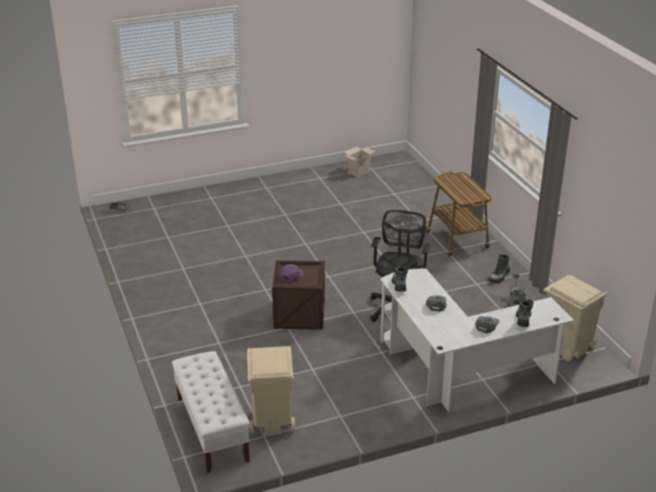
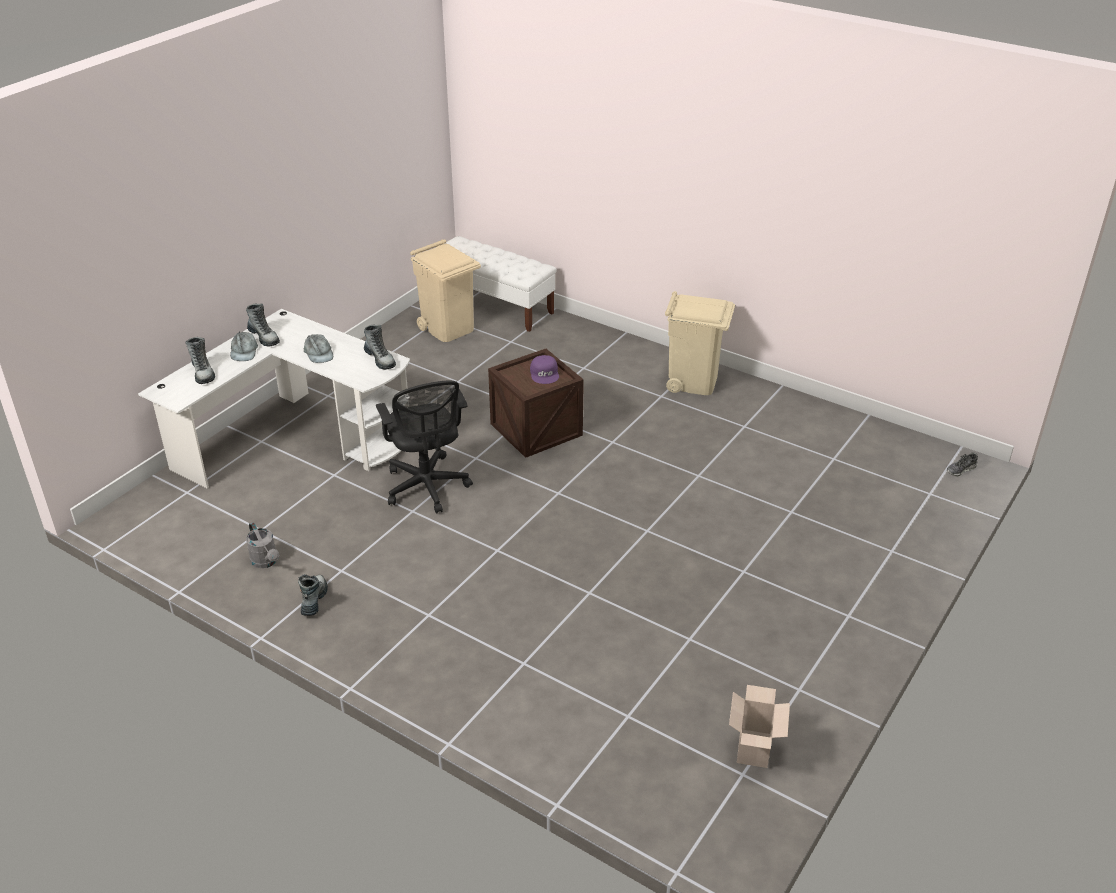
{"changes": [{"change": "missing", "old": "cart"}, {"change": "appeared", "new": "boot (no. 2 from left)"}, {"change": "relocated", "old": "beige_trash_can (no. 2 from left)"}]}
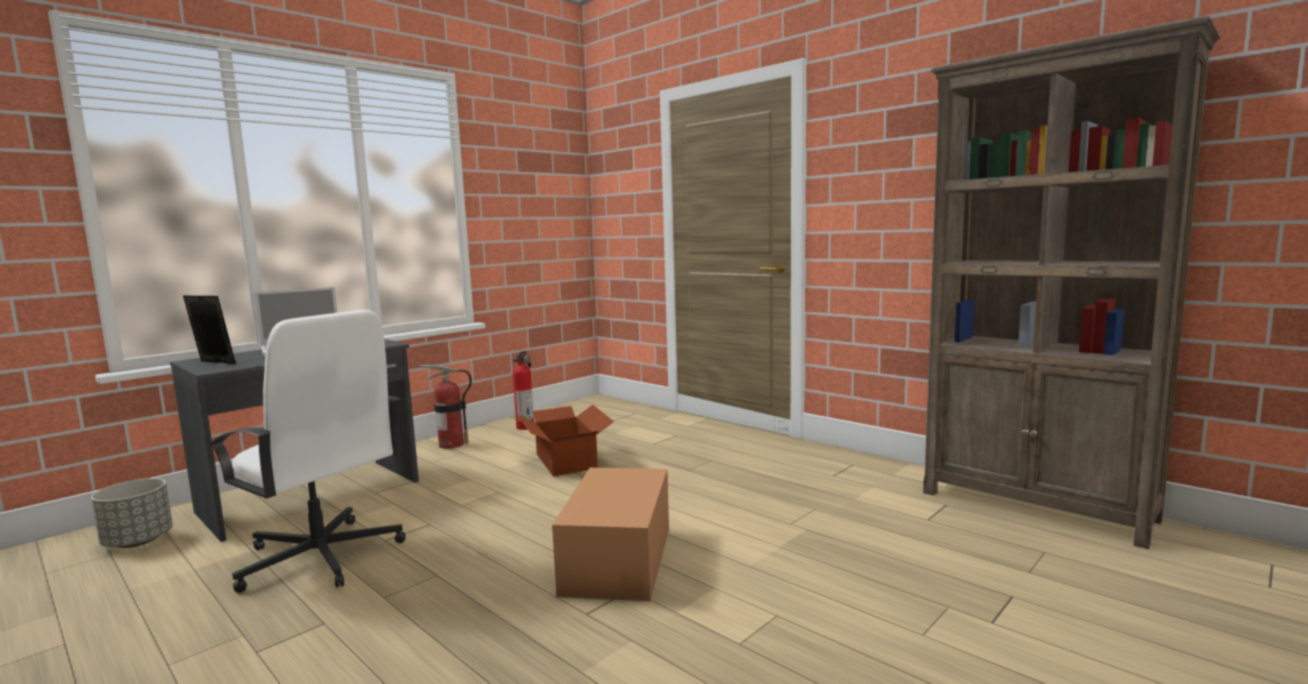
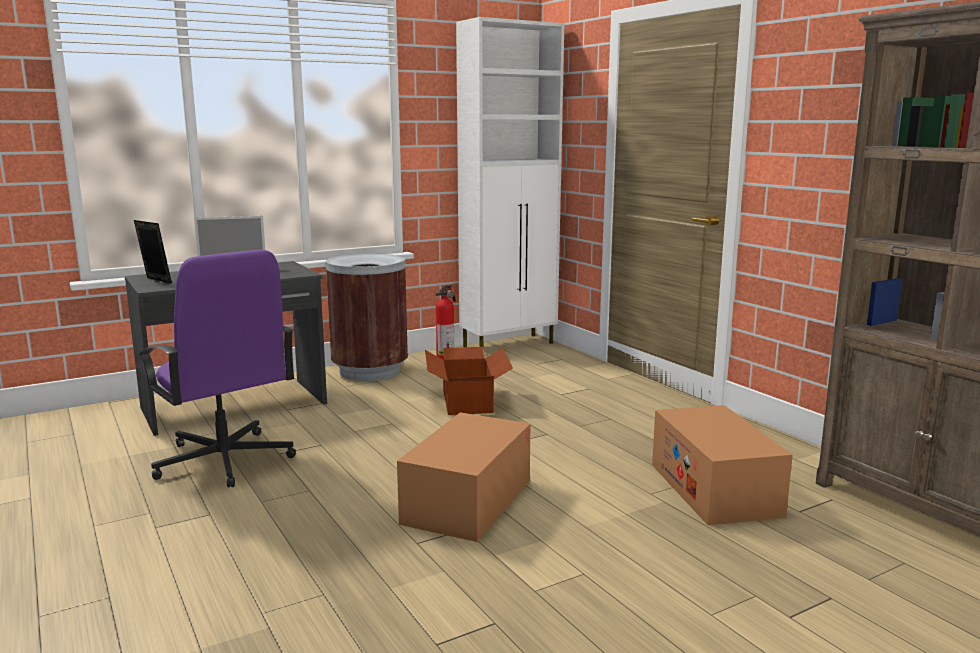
{"changes": [{"change": "missing", "old": "grey_planter"}, {"change": "appeared", "new": "white_cabinet"}, {"change": "appeared", "new": "cardboard_box (no. 3 from left)"}, {"change": "exchanged", "old": "fire_extinguisher (no. 1 from left)", "new": "brown_trash_can"}, {"change": "colour", "old": "white_office_chair", "new": "purple_office_chair"}]}
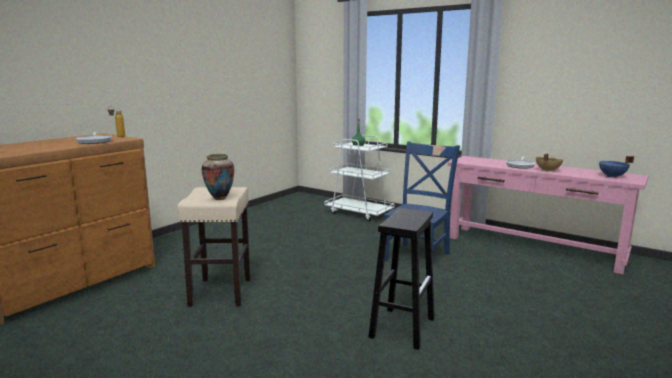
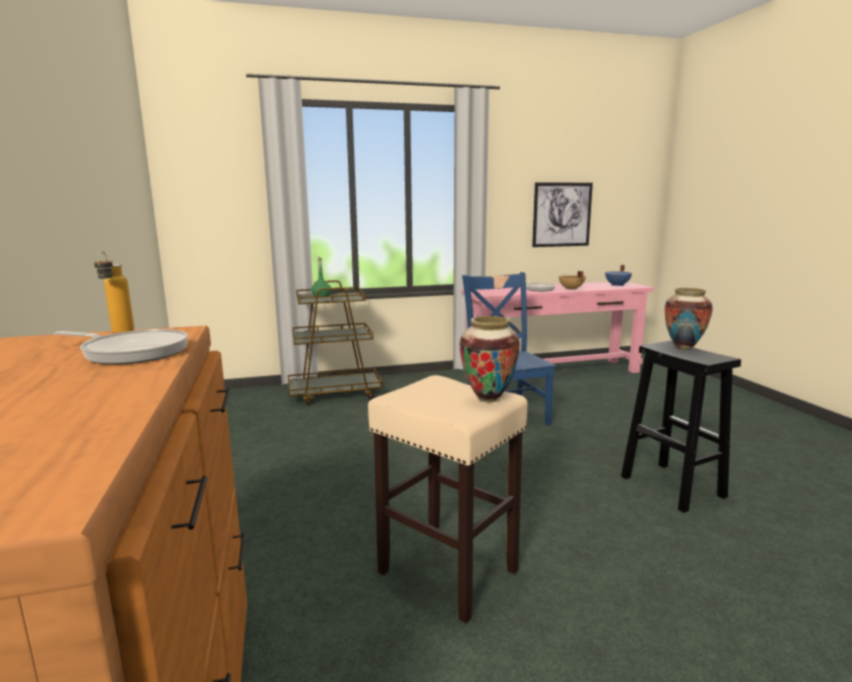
{"changes": [{"change": "appeared", "new": "picture"}, {"change": "appeared", "new": "vase (no. 2 from left)"}, {"change": "colour", "old": "white_cart", "new": "brown_cart"}]}
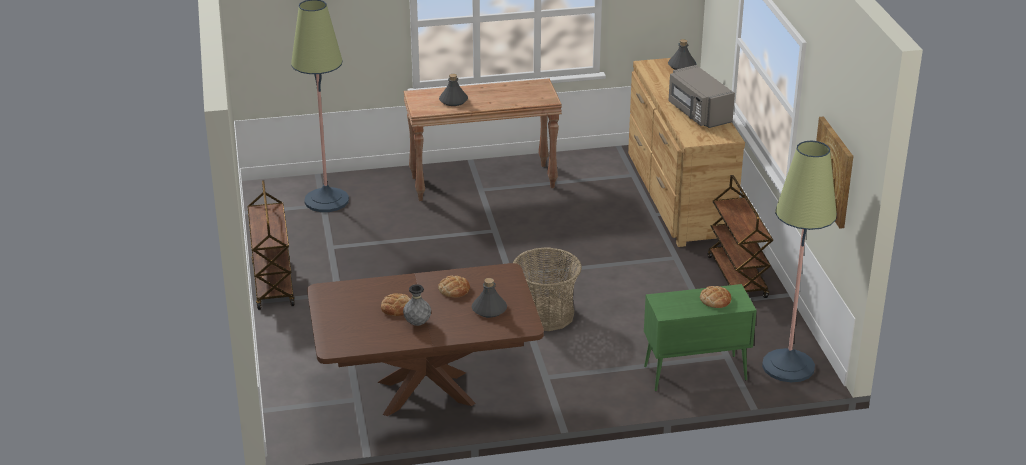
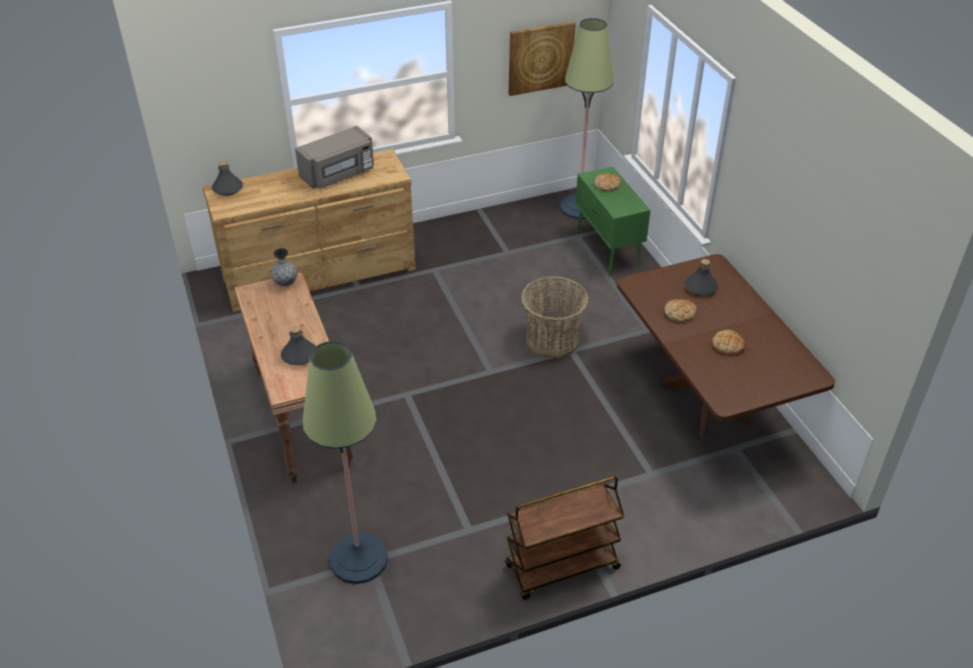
{"changes": [{"change": "missing", "old": "brown_cart (no. 2 from left)"}, {"change": "relocated", "old": "grey_vase"}]}
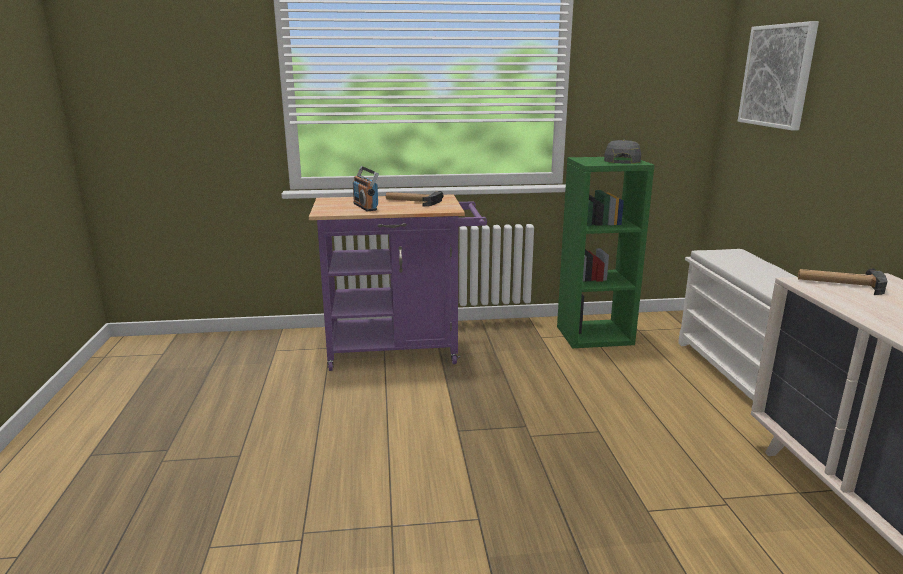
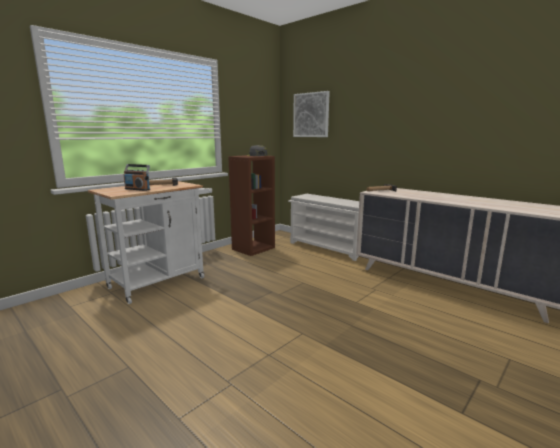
{"changes": [{"change": "colour", "old": "purple_cart", "new": "white_cart"}, {"change": "colour", "old": "green_bookcase", "new": "brown_bookcase"}]}
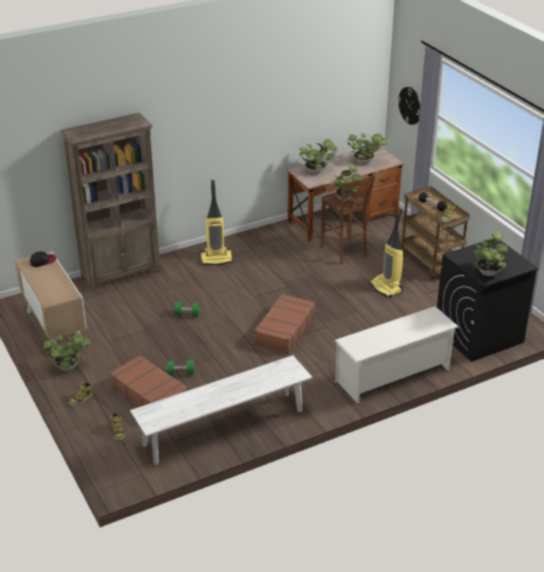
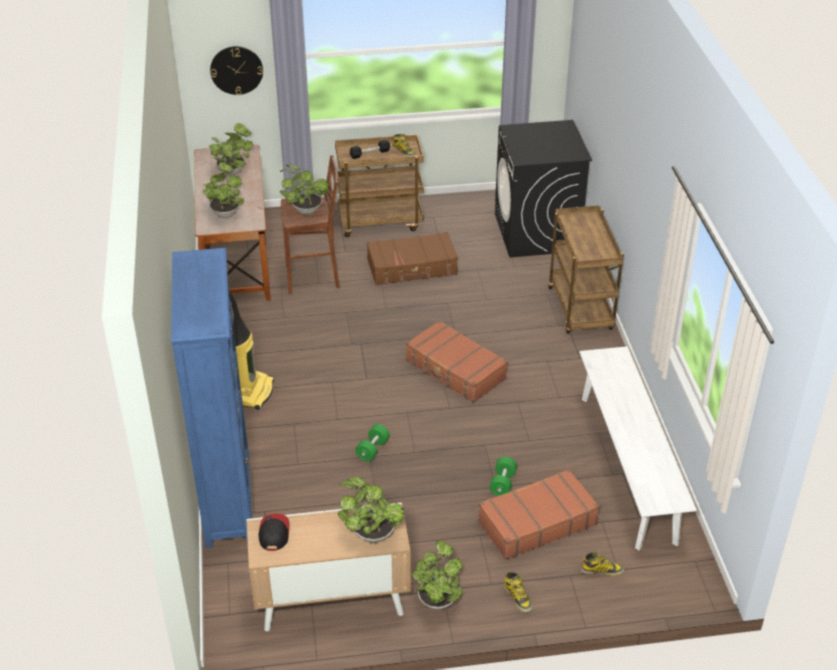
{"changes": [{"change": "relocated", "old": "potted_plant (no. 5 from left in the first image)", "new": "potted_plant (no. 4 from left)"}, {"change": "exchanged", "old": "white_shoe_rack", "new": "brown_cart (no. 2 from left)"}, {"change": "exchanged", "old": "vacuum_cleaner (no. 2 from left)", "new": "brown_suitcase (no. 1 from left)"}, {"change": "colour", "old": "brown_bookcase", "new": "blue_bookcase"}]}
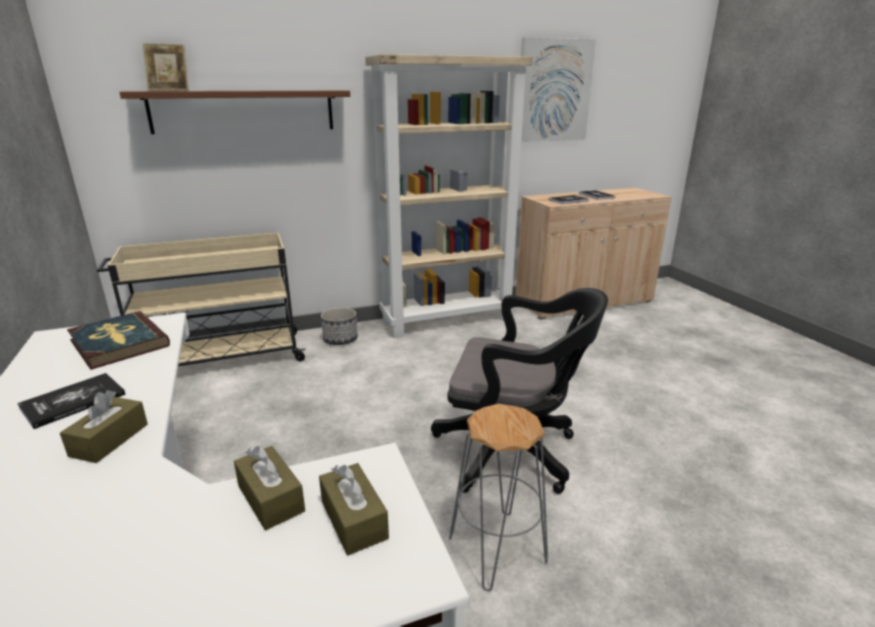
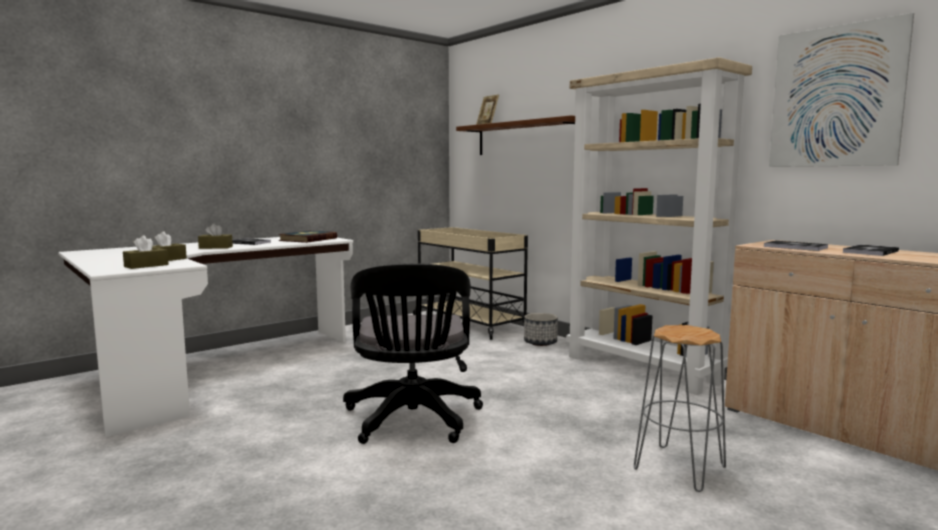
{"changes": [{"change": "relocated", "old": "grey_stool"}]}
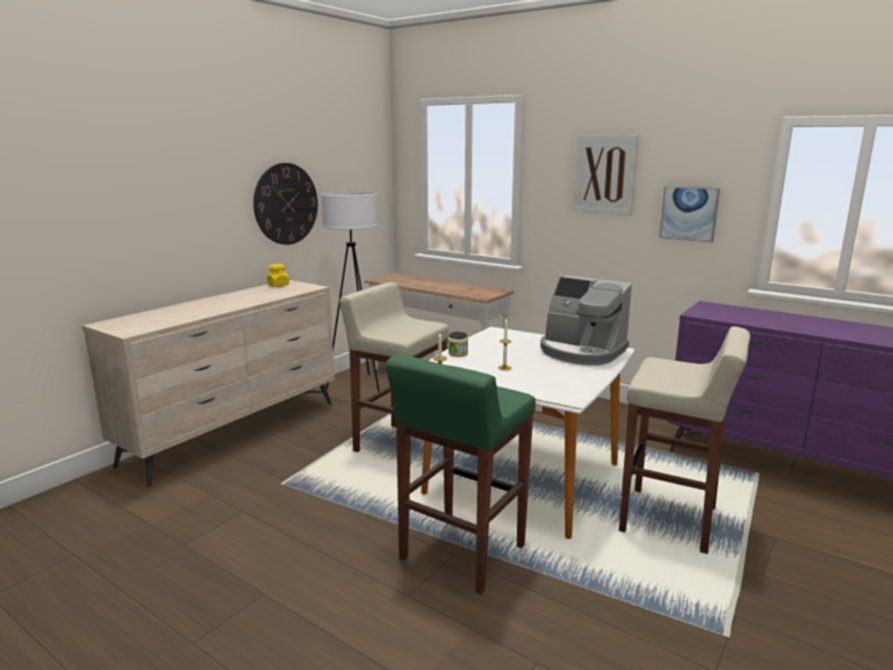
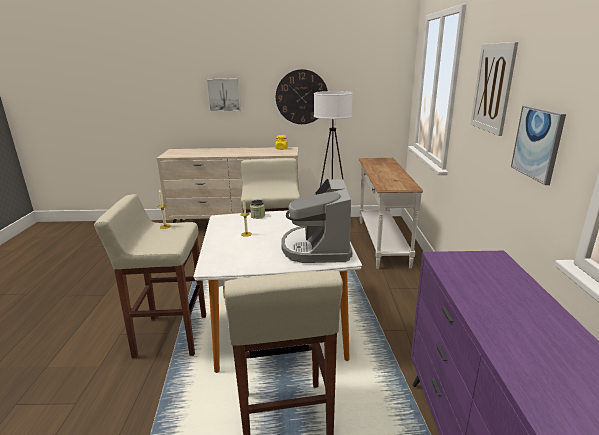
{"changes": [{"change": "appeared", "new": "picture (no. 1 from left)"}, {"change": "colour", "old": "green_stool", "new": "beige_stool (no. 1 from left)"}]}
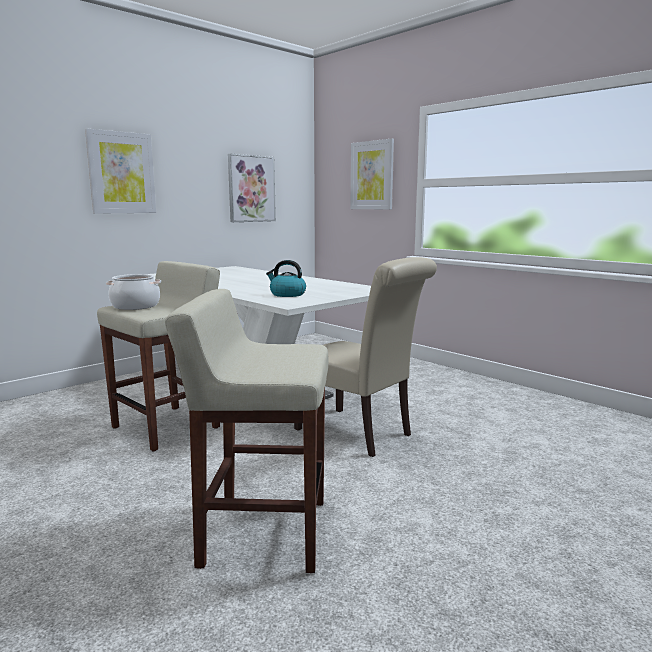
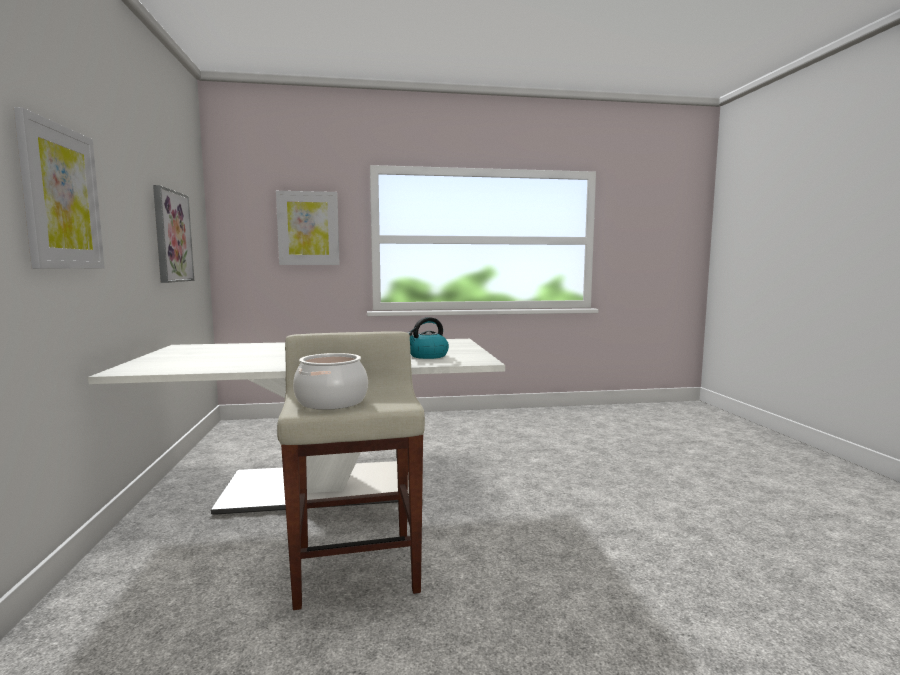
{"changes": [{"change": "missing", "old": "beige_stool (no. 2 from left)"}, {"change": "missing", "old": "beige_chair"}]}
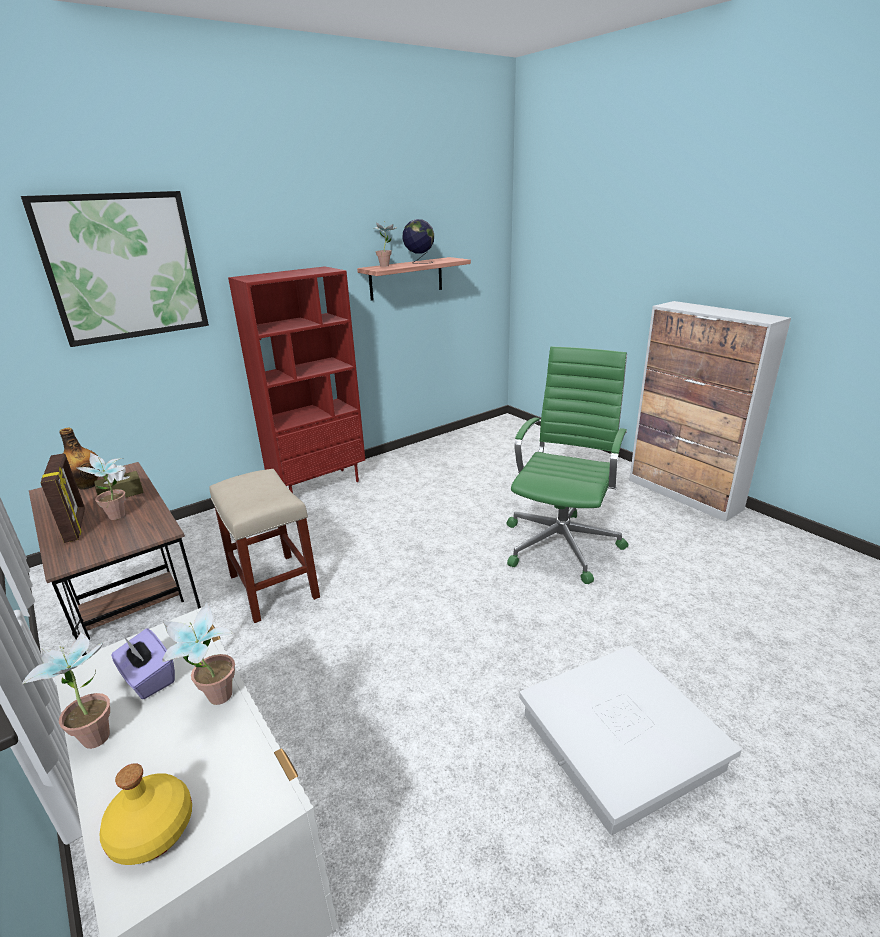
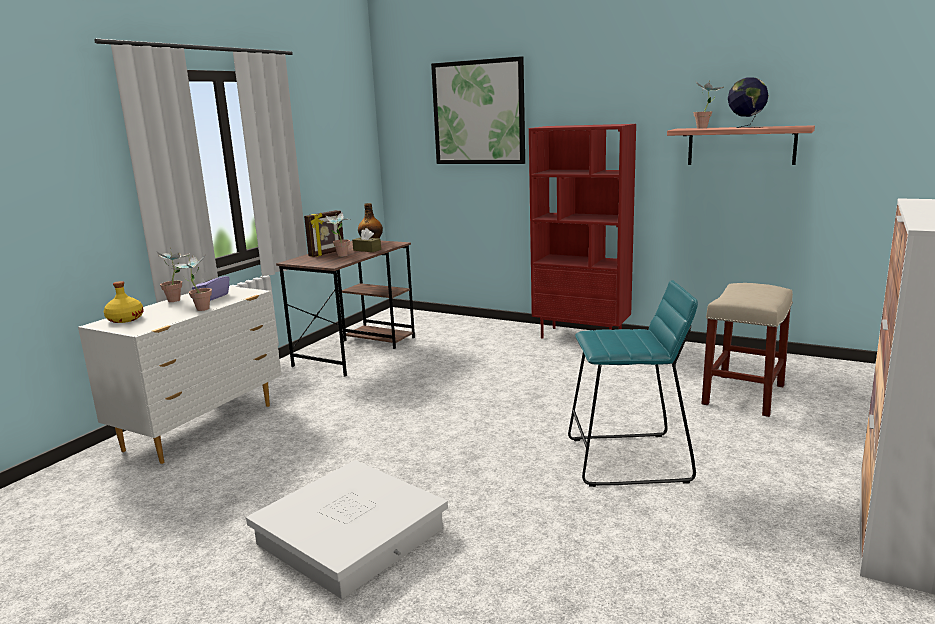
{"changes": [{"change": "relocated", "old": "beige_stool"}, {"change": "exchanged", "old": "green_office_chair", "new": "turquoise_stool"}]}
